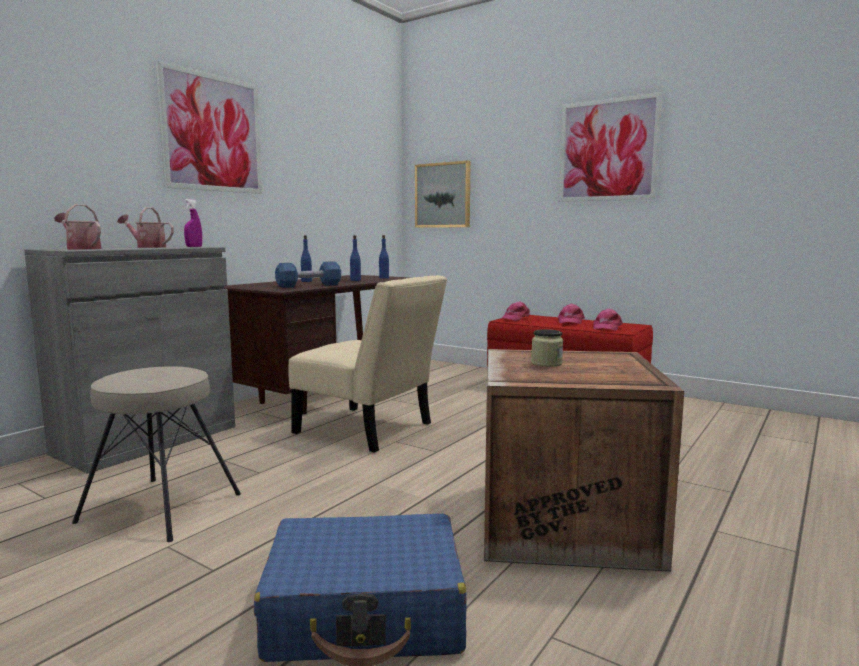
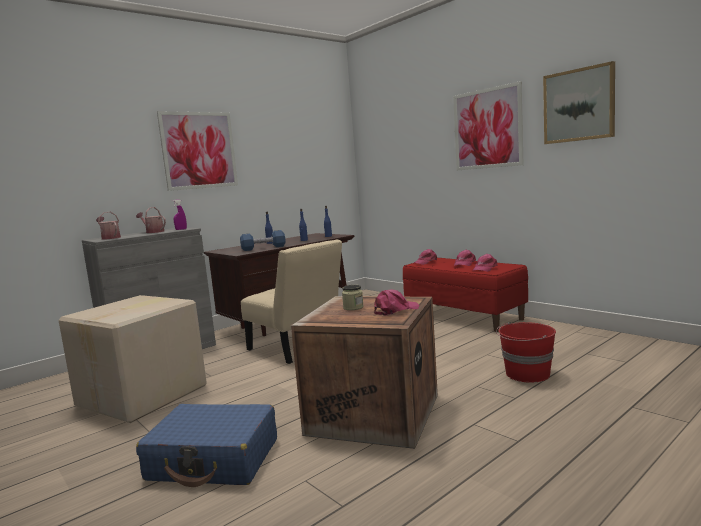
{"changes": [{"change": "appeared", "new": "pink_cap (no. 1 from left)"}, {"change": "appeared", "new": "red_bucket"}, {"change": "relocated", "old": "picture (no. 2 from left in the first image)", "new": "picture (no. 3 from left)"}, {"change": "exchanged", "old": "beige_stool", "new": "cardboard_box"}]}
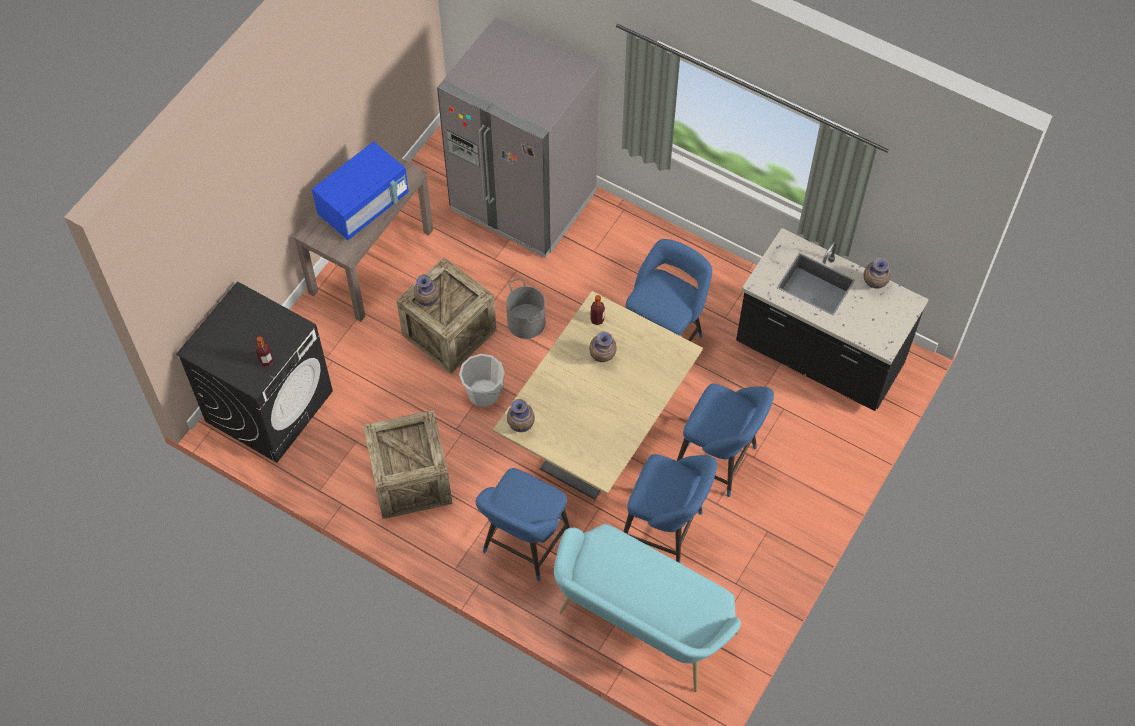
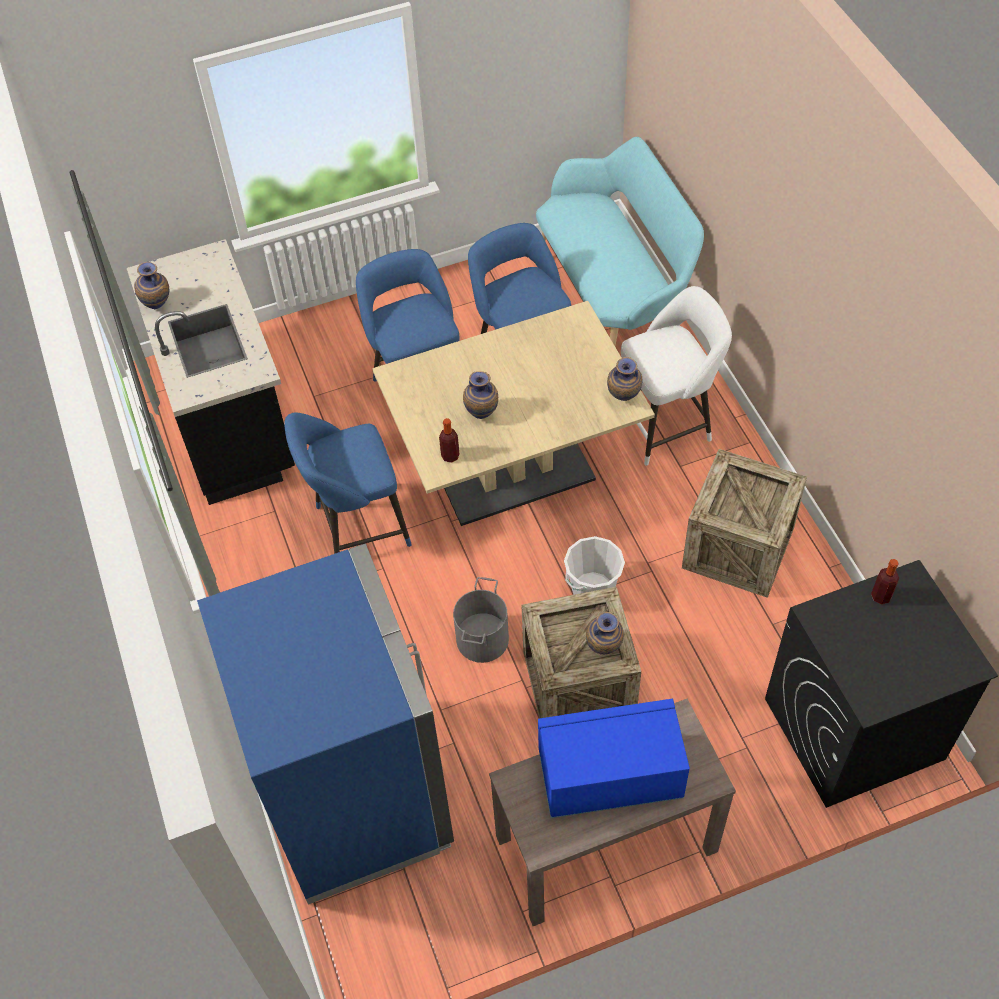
{"changes": [{"change": "colour", "old": "grey_fridge", "new": "blue_fridge"}, {"change": "colour", "old": "blue_stool (no. 1 from left)", "new": "white_stool"}]}
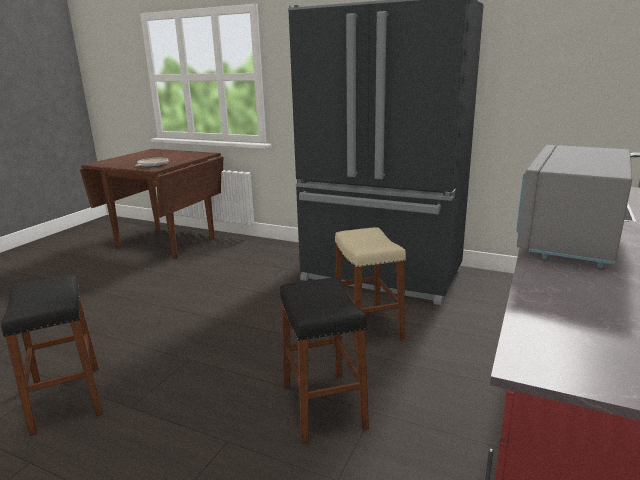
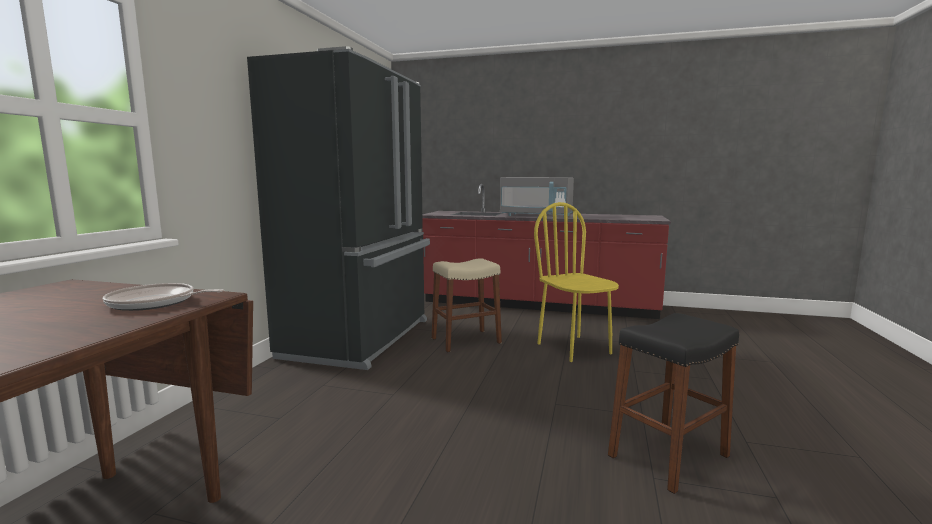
{"changes": [{"change": "exchanged", "old": "black_stool (no. 2 from left)", "new": "yellow_chair"}]}
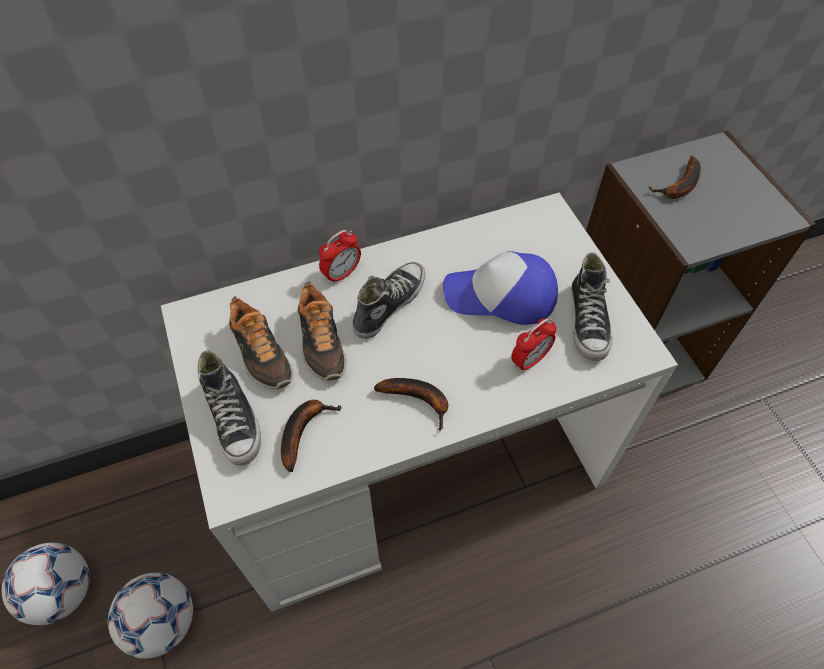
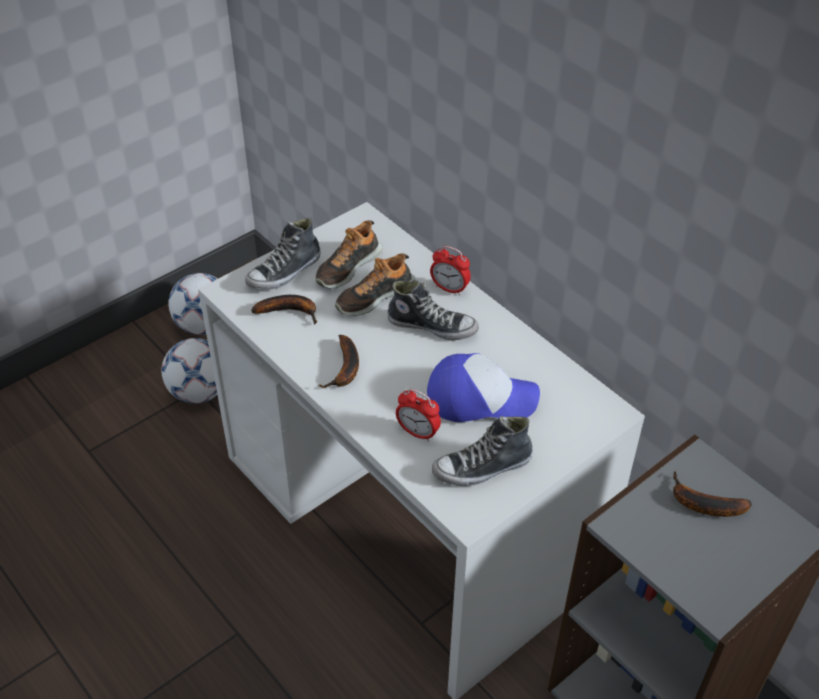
{"changes": [{"change": "spun", "old": "cap", "degrees": 105}]}
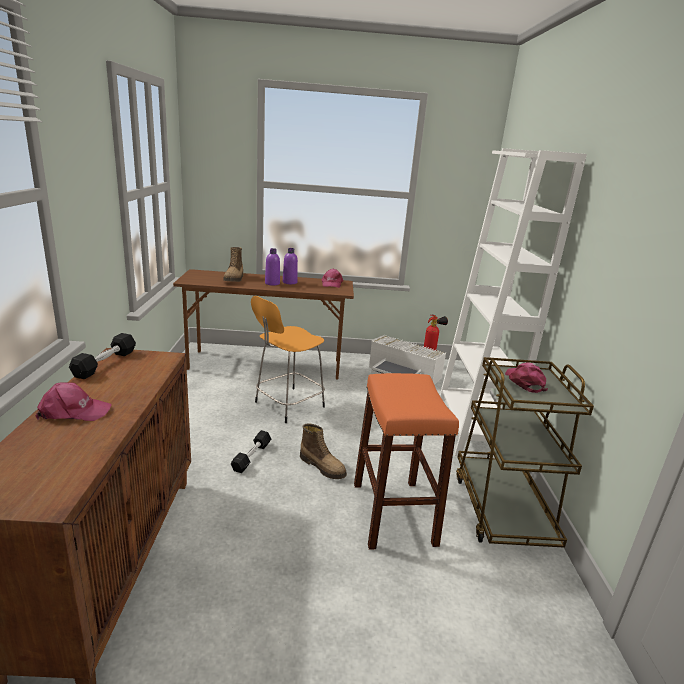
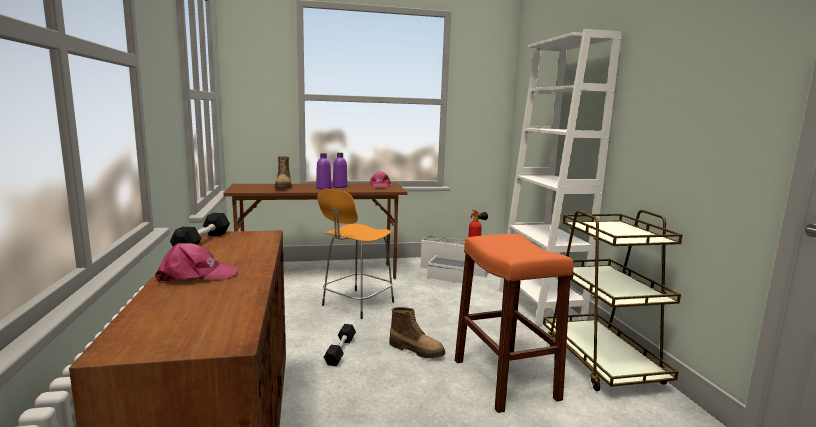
{"changes": [{"change": "missing", "old": "pink_cap (no. 3 from left)"}]}
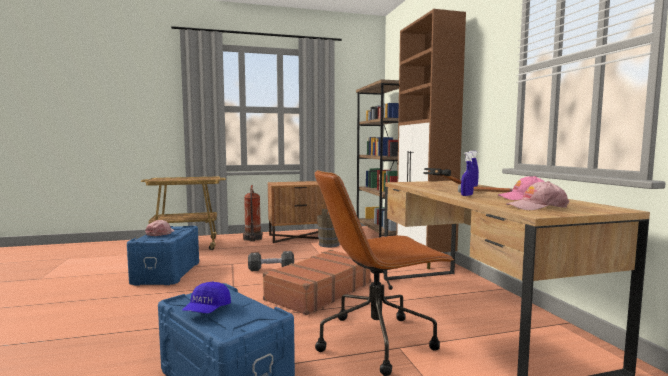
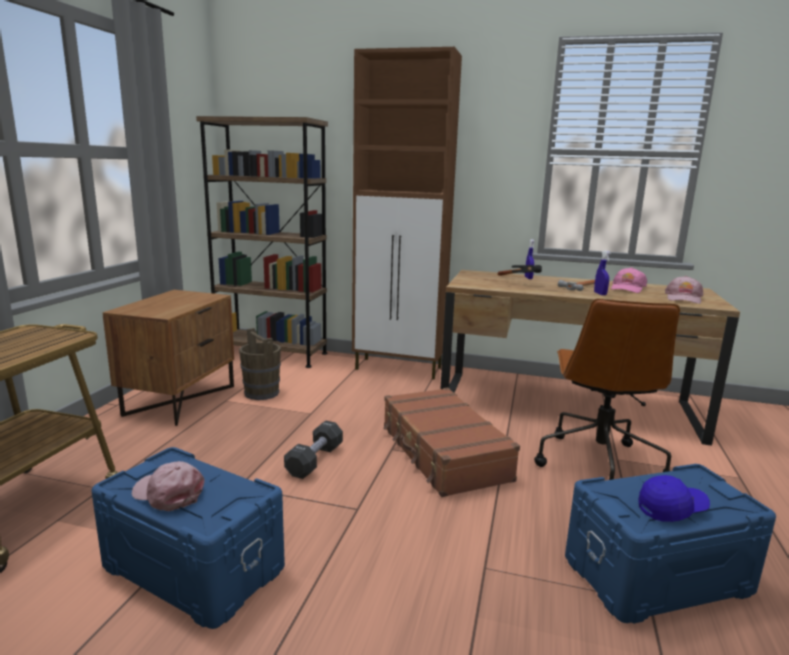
{"changes": [{"change": "missing", "old": "fire_extinguisher"}, {"change": "spun", "old": "blue_cap", "degrees": -60}]}
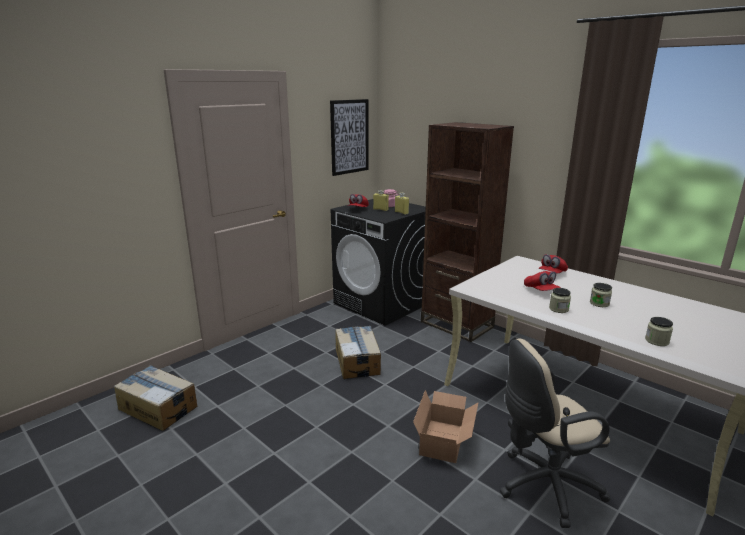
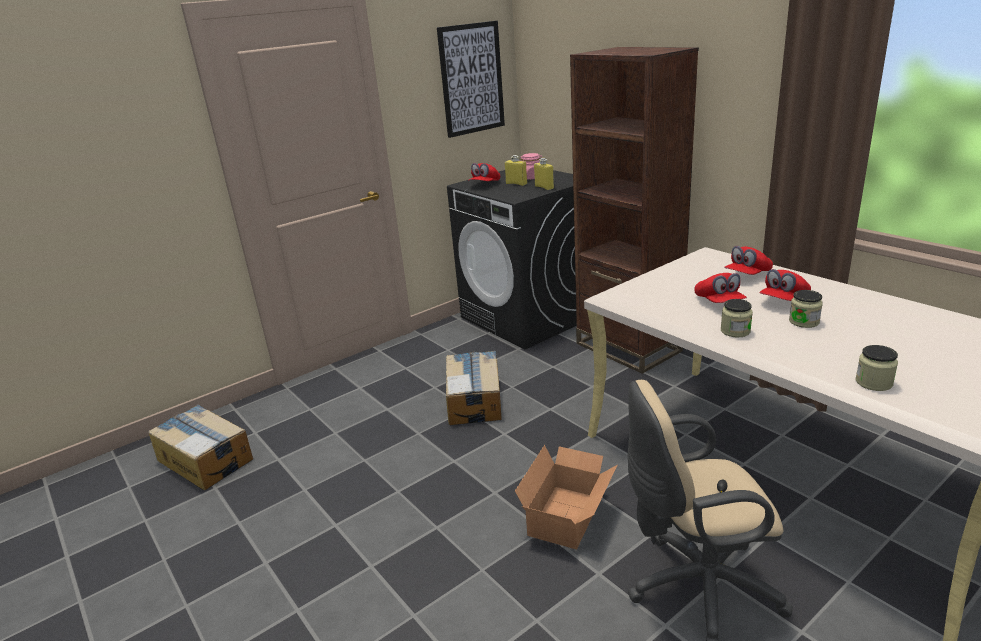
{"changes": [{"change": "appeared", "new": "red_cap (no. 4 from left)"}]}
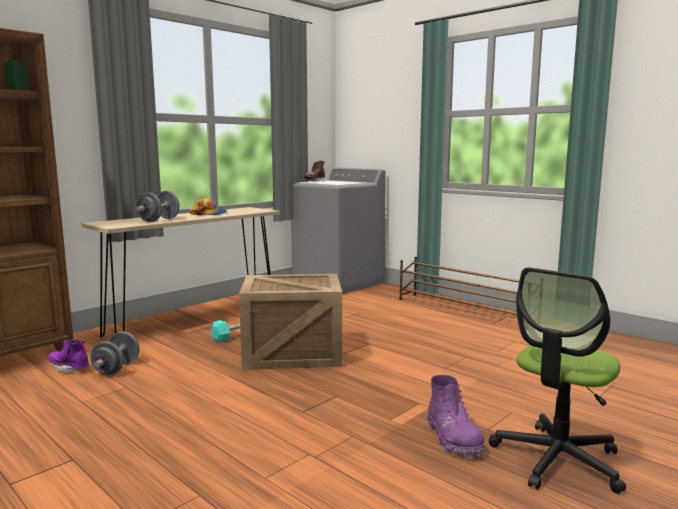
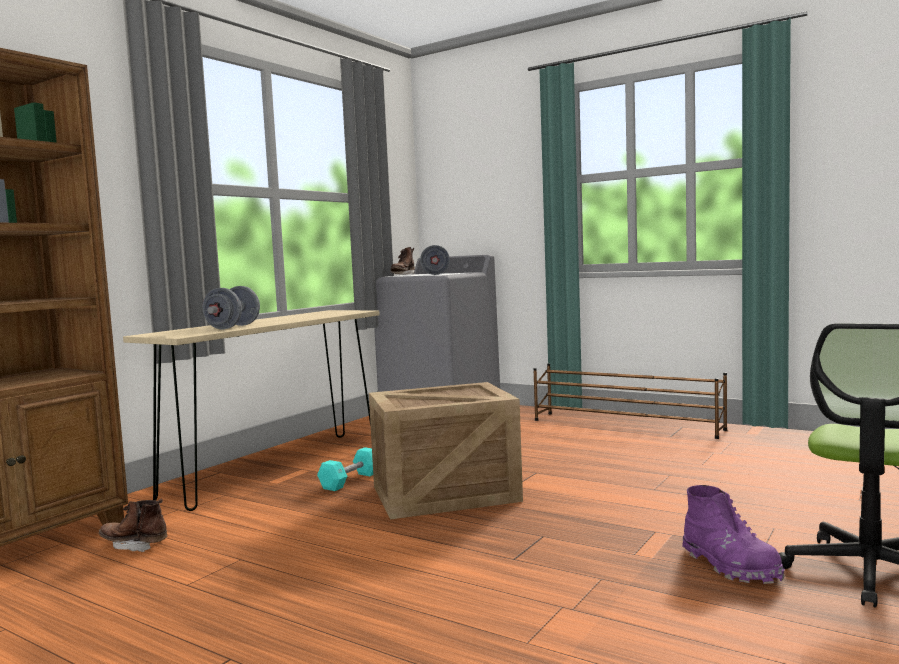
{"changes": [{"change": "missing", "old": "cap"}, {"change": "relocated", "old": "grey_dumbbell (no. 1 from left in the first image)", "new": "grey_dumbbell (no. 2 from left)"}, {"change": "colour", "old": "purple_boot (no. 1 from left)", "new": "brown_boot (no. 1 from left)"}]}
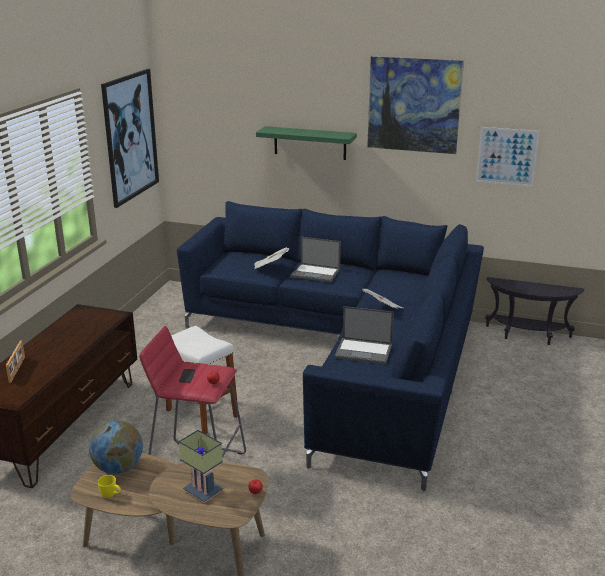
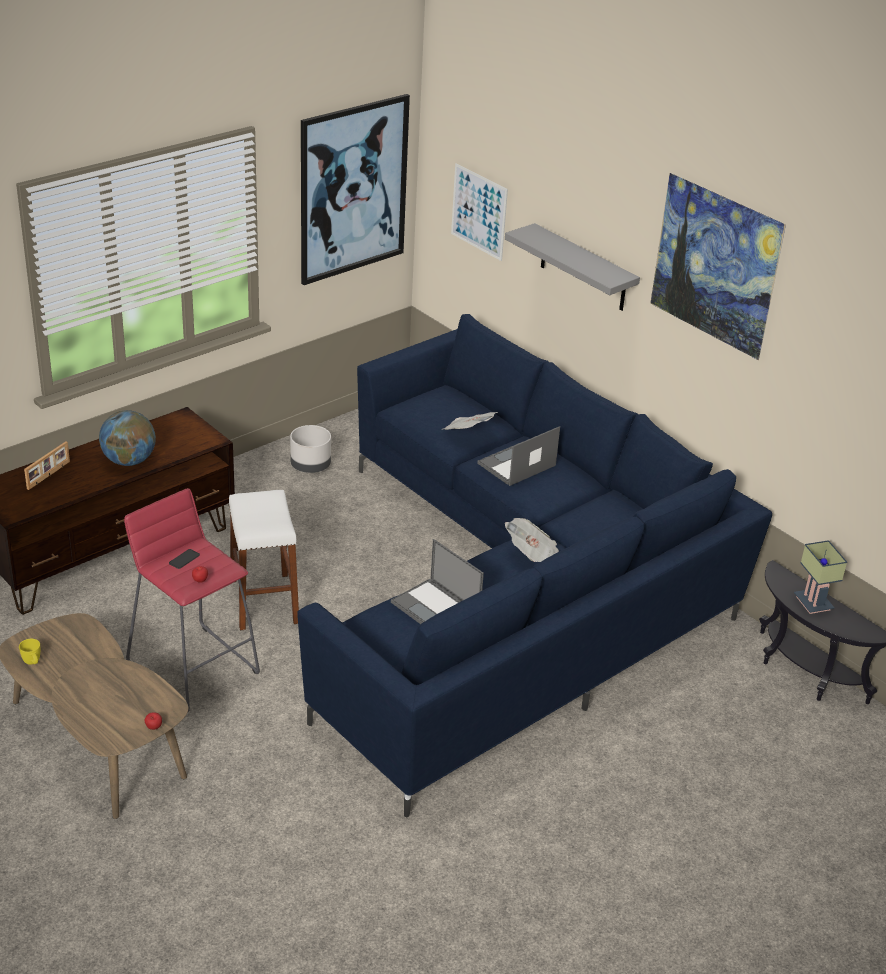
{"changes": [{"change": "appeared", "new": "grey_planter"}, {"change": "relocated", "old": "globe"}, {"change": "relocated", "old": "table_lamp"}, {"change": "relocated", "old": "picture (no. 3 from left in the first image)", "new": "picture (no. 2 from left)"}, {"change": "colour", "old": "green_shelf", "new": "grey_shelf"}, {"change": "spun", "old": "laptop (no. 1 from left in the first image)", "degrees": 90}]}
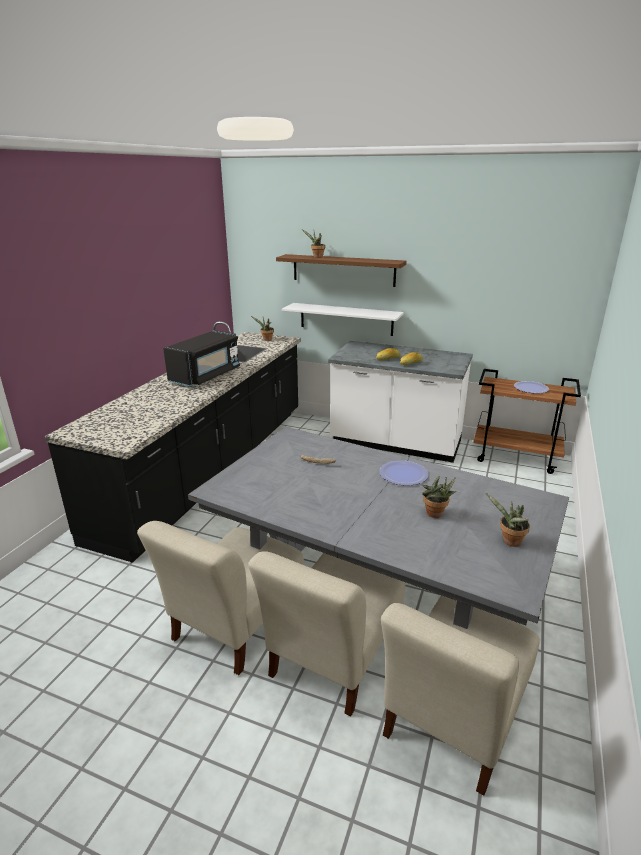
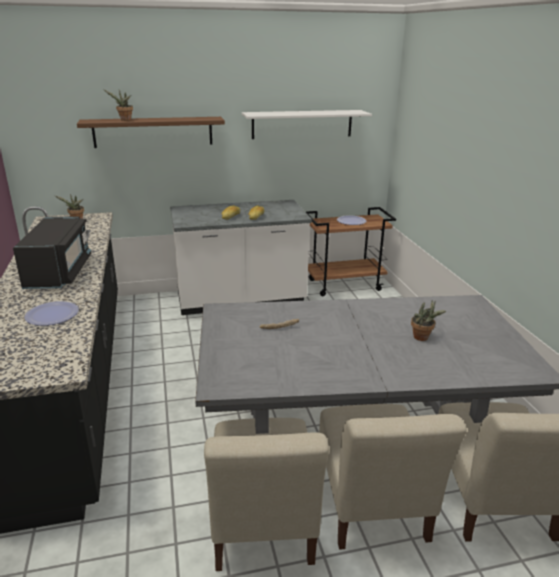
{"changes": [{"change": "missing", "old": "potted_plant (no. 4 from left)"}, {"change": "relocated", "old": "white_shelf"}, {"change": "relocated", "old": "plate (no. 1 from left)"}]}
